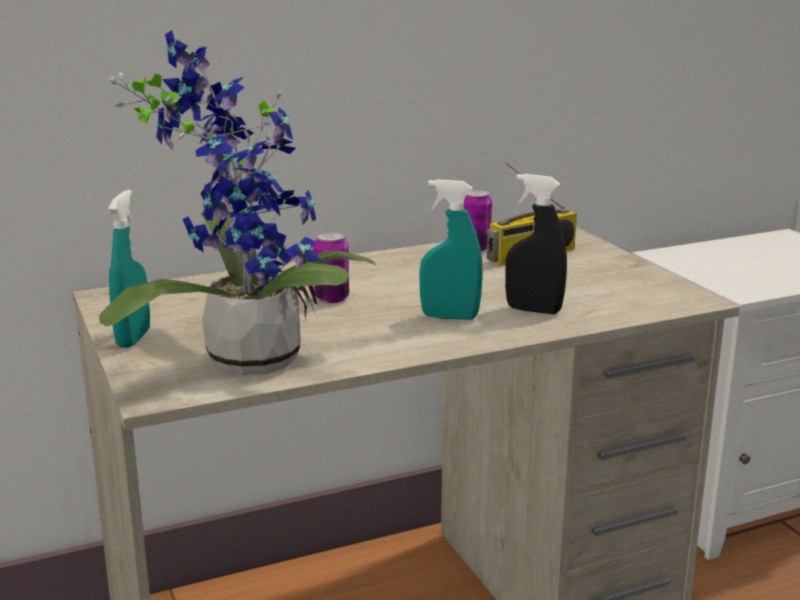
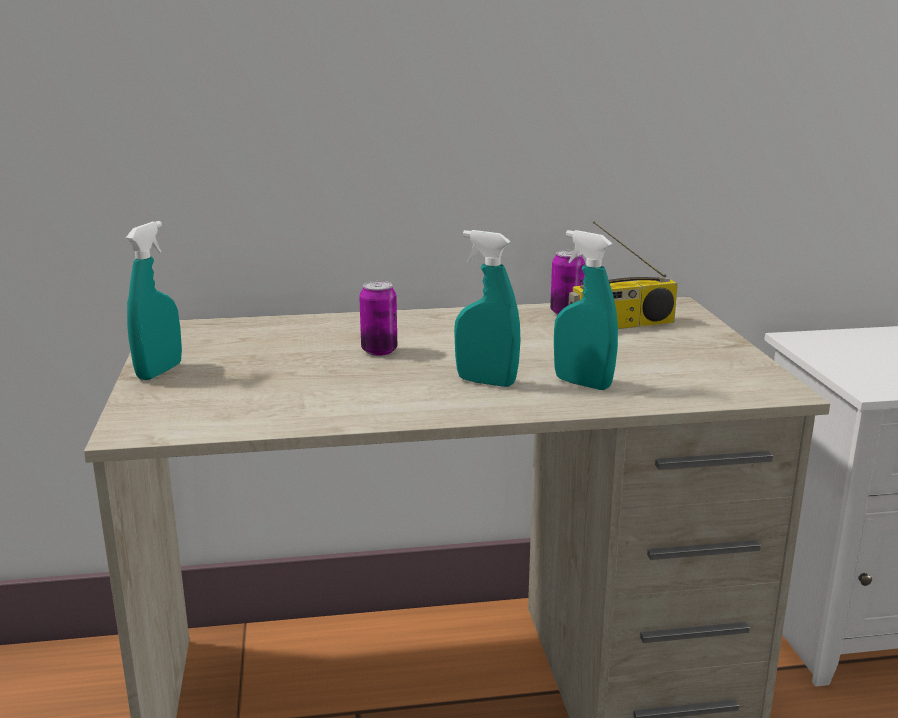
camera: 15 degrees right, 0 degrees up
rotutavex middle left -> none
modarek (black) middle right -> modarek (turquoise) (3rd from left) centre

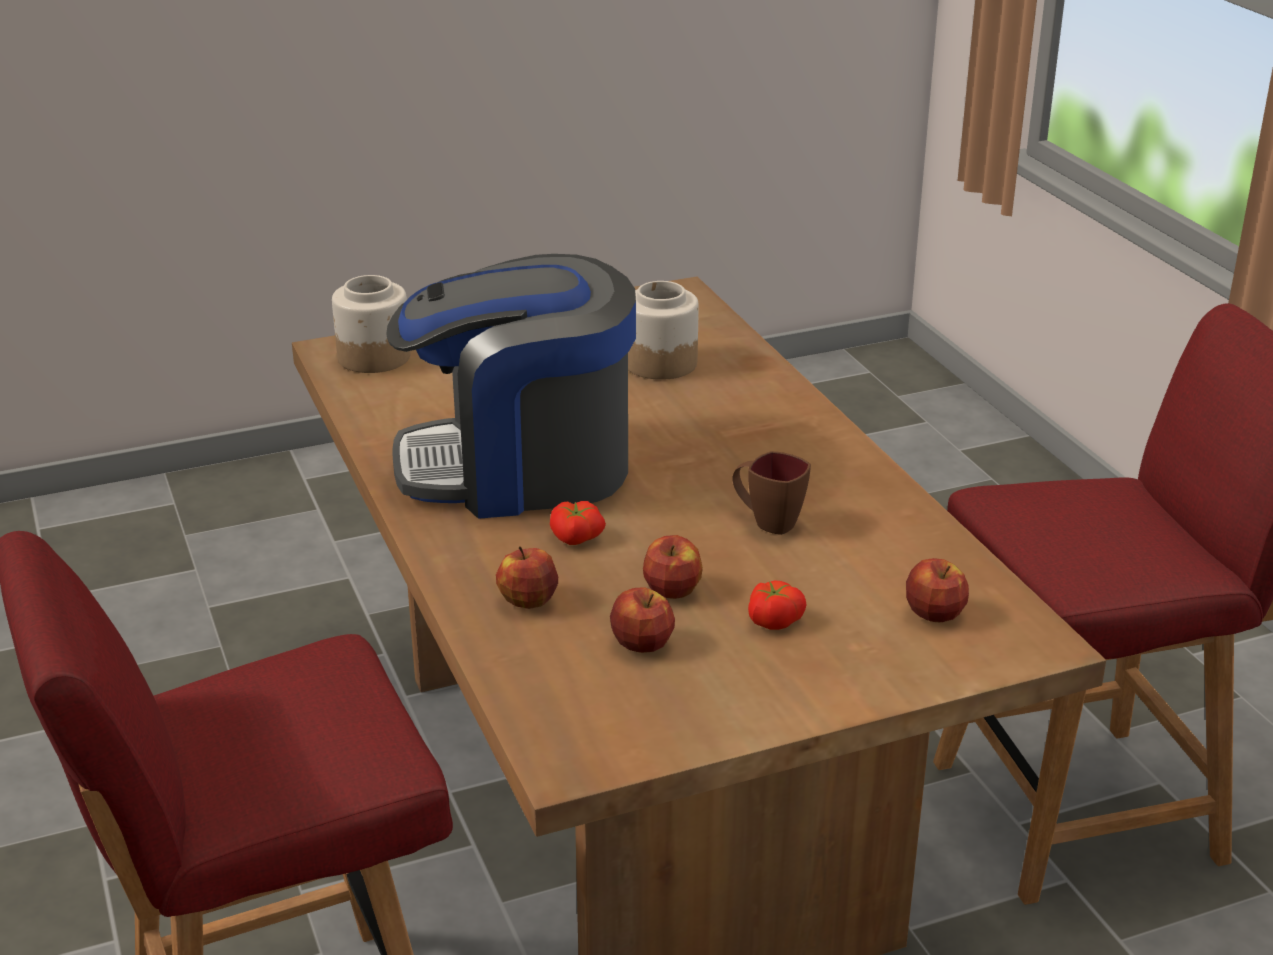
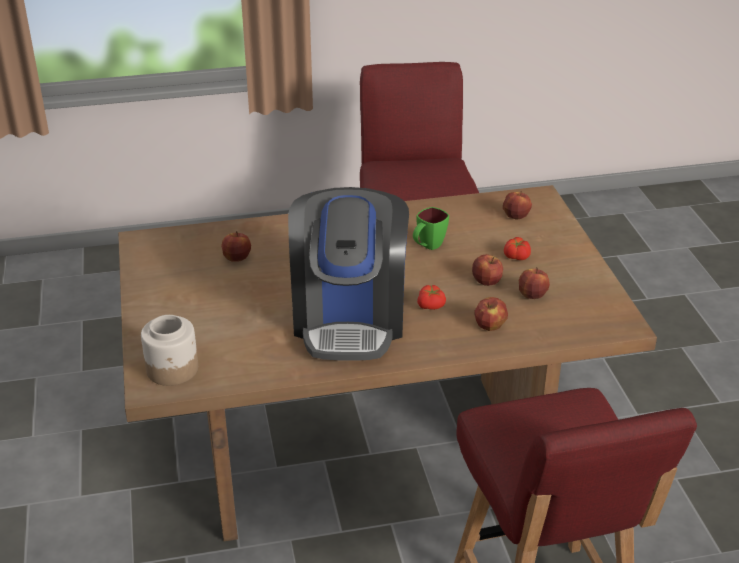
camera: 80 degrees left, 5 degrees up
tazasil (2nd from left) centre -> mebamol (1st from left) middle left
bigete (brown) centre -> bigete (green) centre

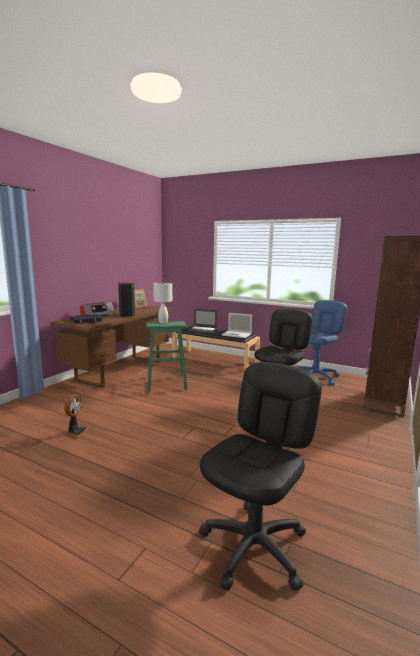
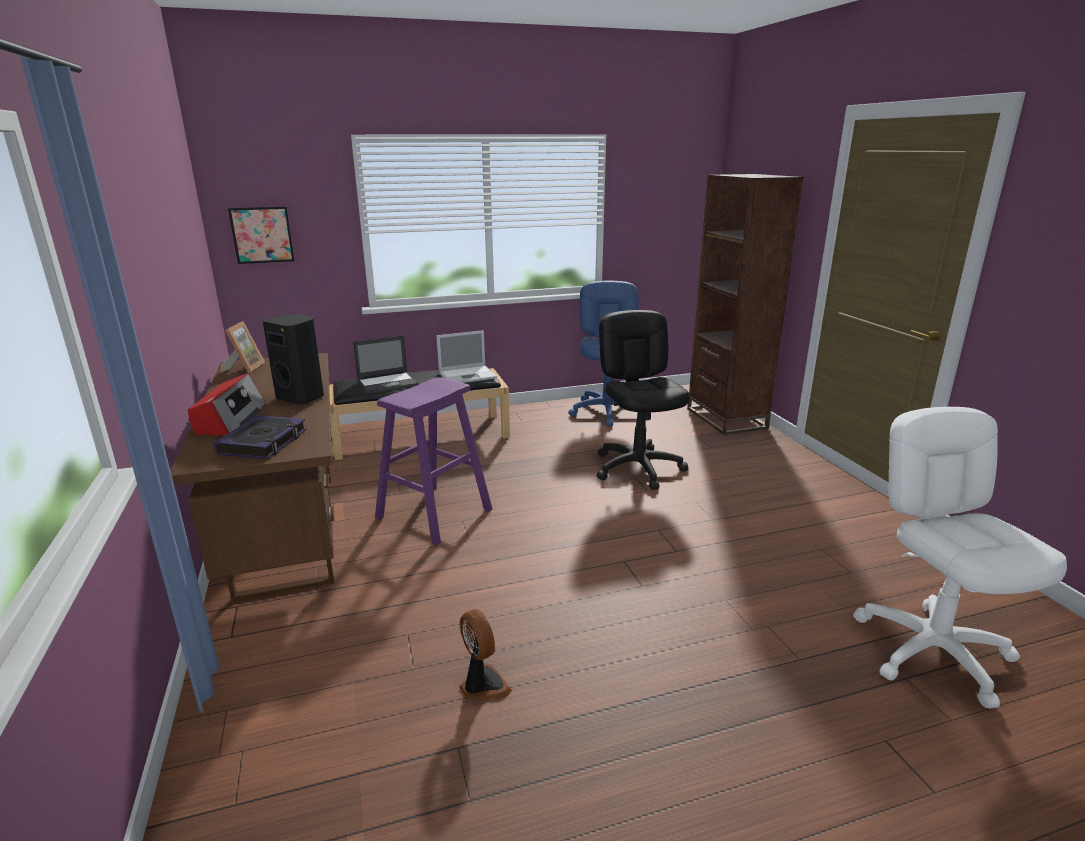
camera: 45 degrees left, 10 degrees up
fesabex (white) centre -> none
none -> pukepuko top left
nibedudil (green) centre -> nibedudil (purple) centre
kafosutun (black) (1st from left) bottom centre -> kafosutun (white) middle right

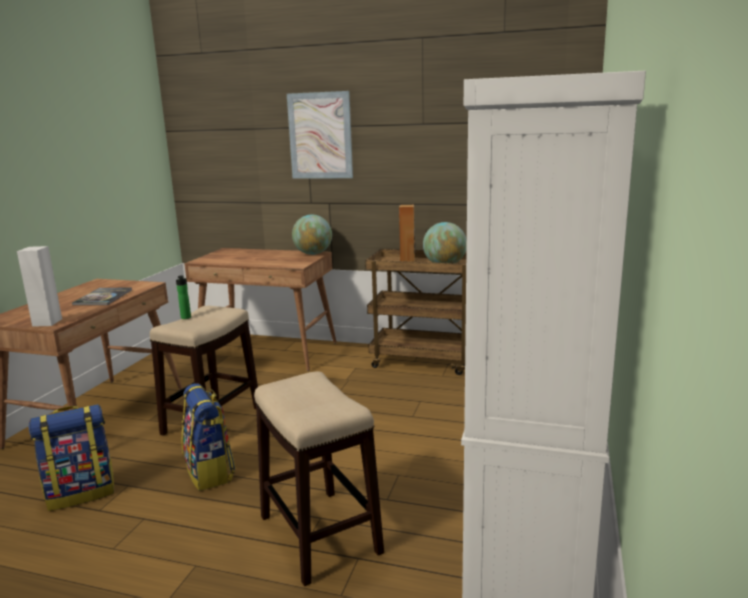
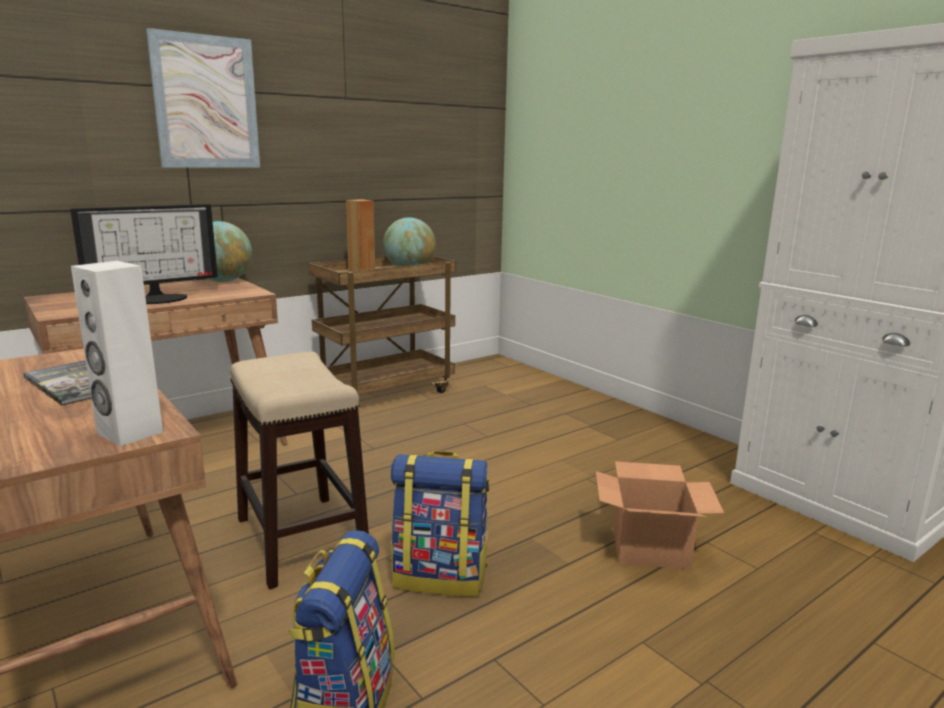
camera: 55 degrees left, 0 degrees up
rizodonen middle left -> none
none -> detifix middle left
nibedudil (2nd from left) bottom centre -> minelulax bottom right

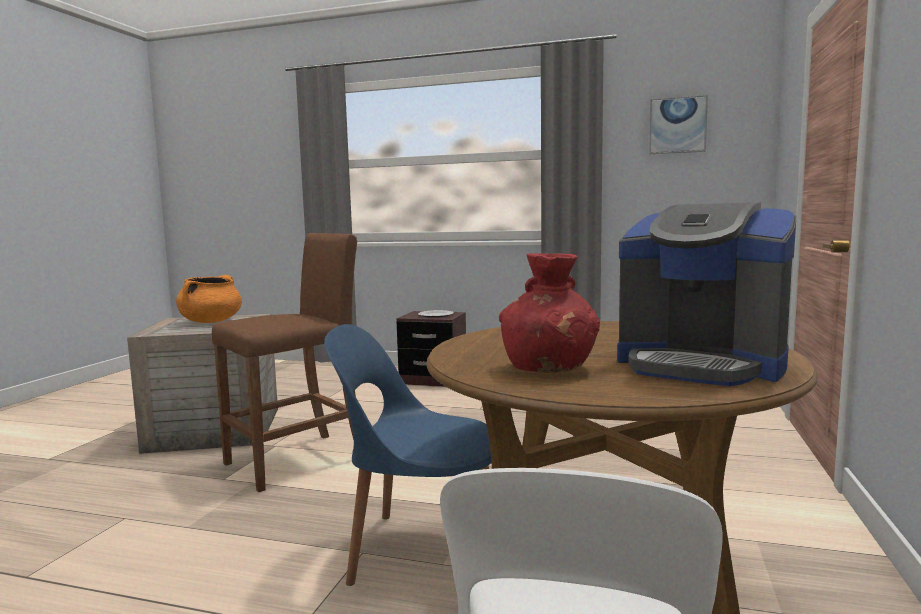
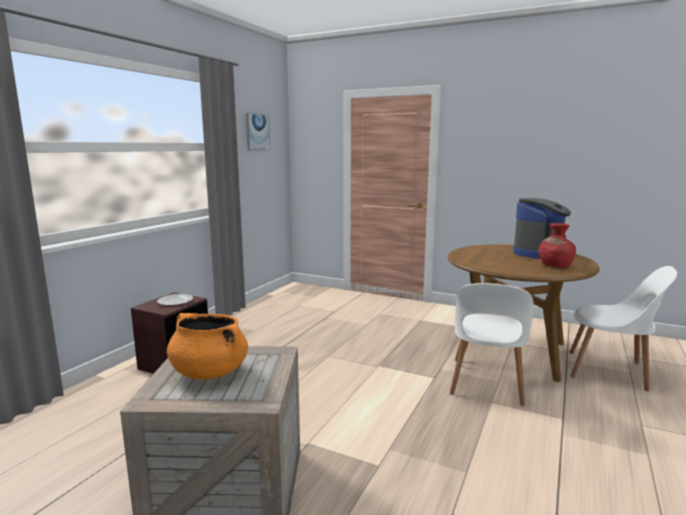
camera: 80 degrees left, 5 degrees up
nibedudil (brown) middle left -> none
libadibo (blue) bottom centre -> libadibo (white) (1st from left) bottom right

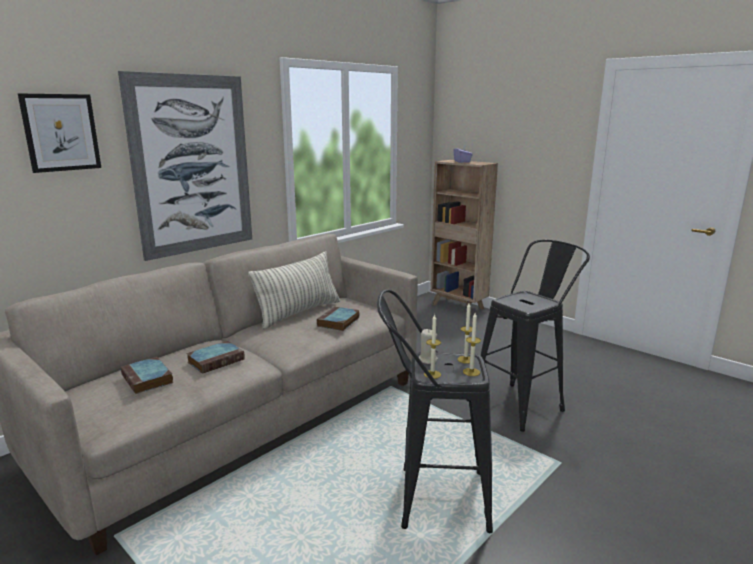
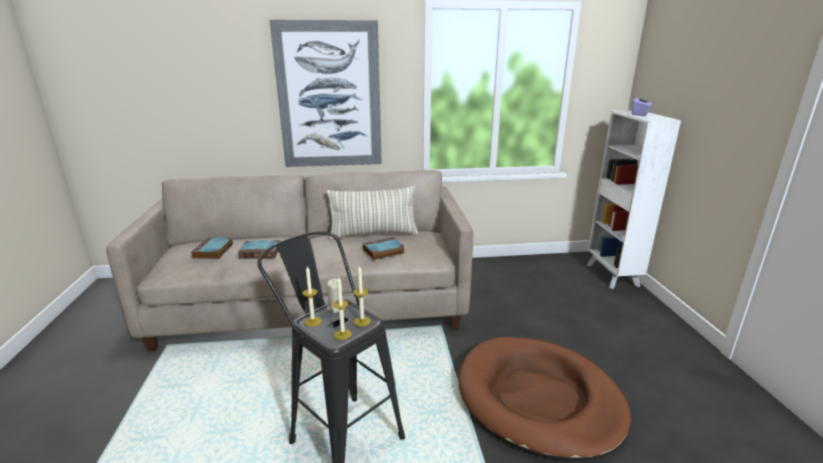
camera: 40 degrees right, 5 degrees up
pukepuko (1st from left) top left -> none
nibedudil (black) (2nd from left) middle right -> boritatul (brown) bottom centre
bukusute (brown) centre -> bukusute (white) middle right

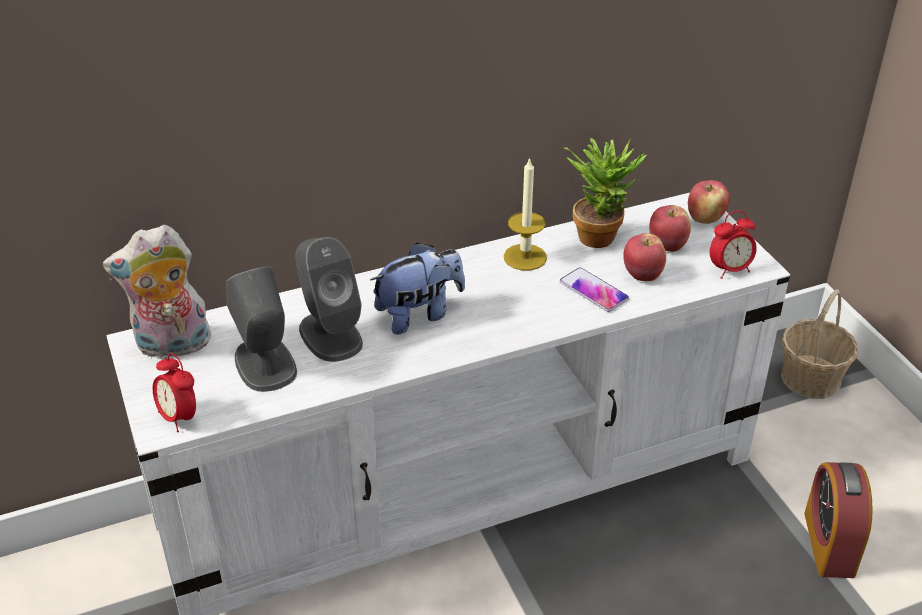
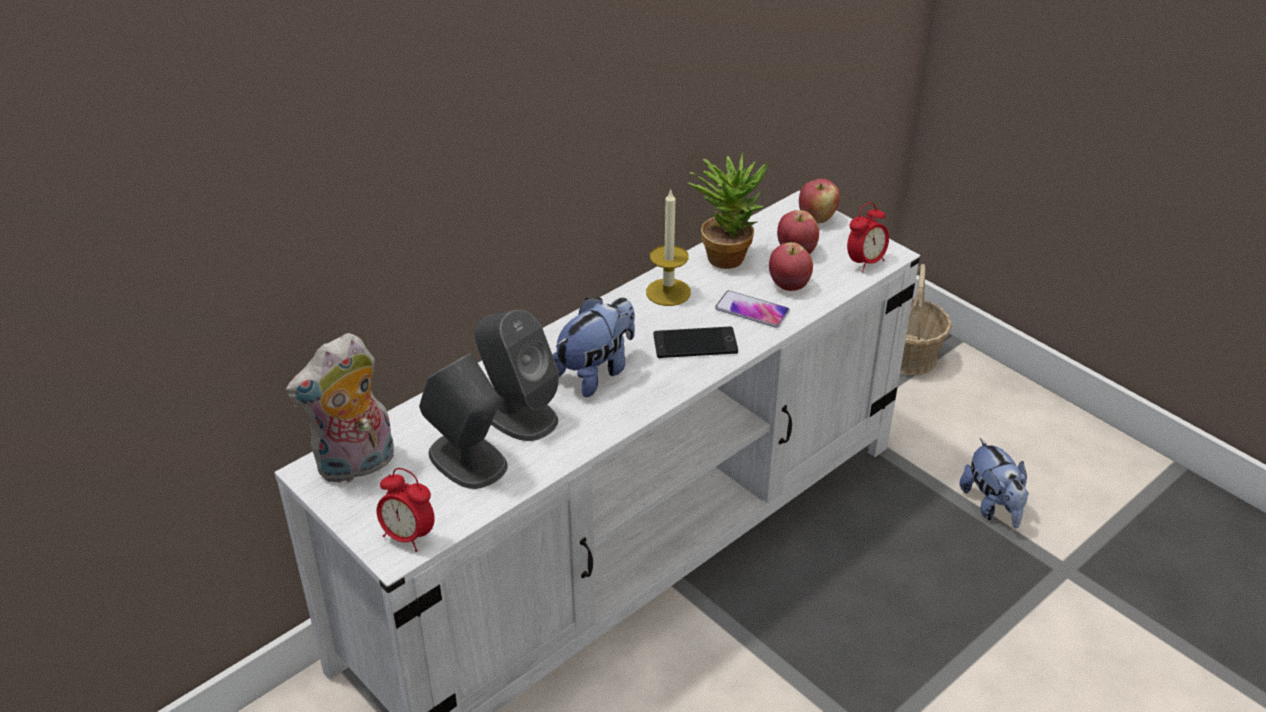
camera: 20 degrees left, 0 degrees up
none -> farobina (1st from left) centre
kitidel (3rd from left) bottom right -> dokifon (3rd from left) bottom right

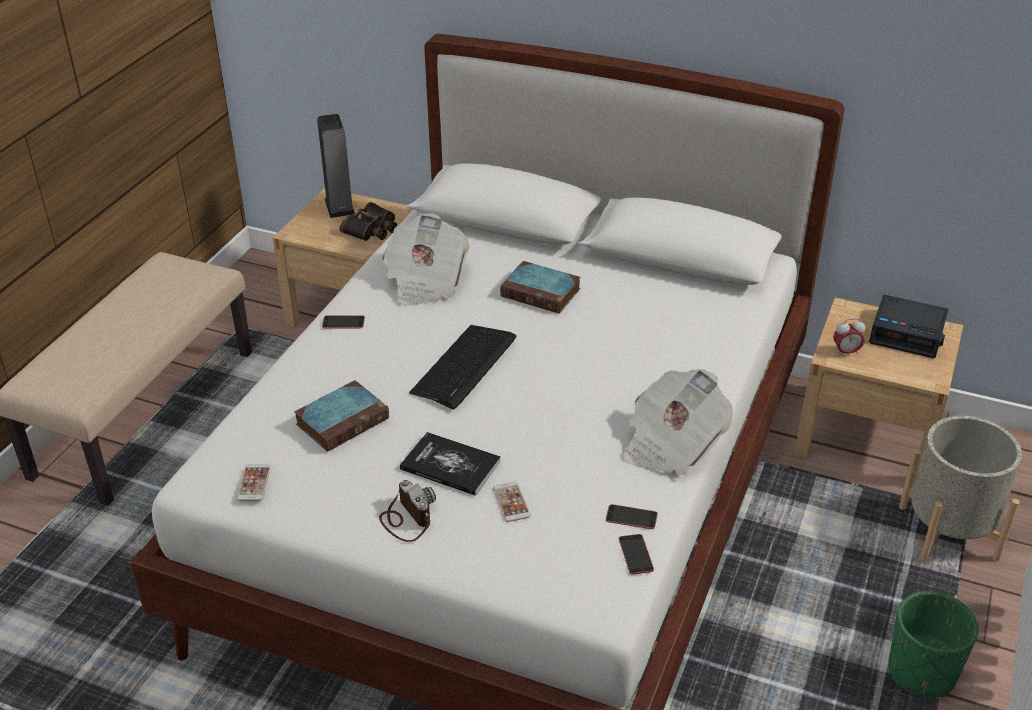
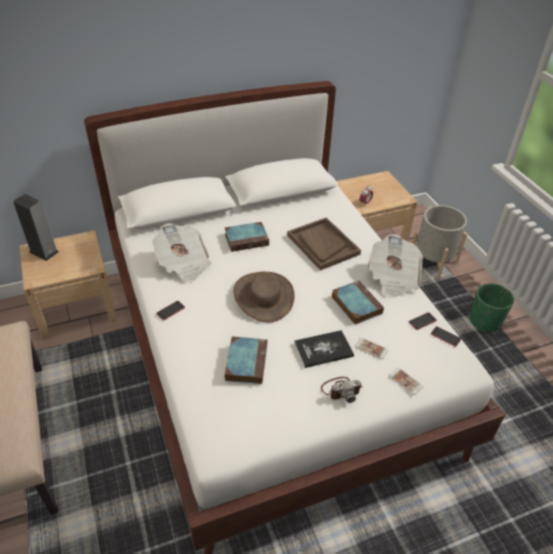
camera: 45 degrees left, 5 degrees up
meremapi top centre -> none
kitidel (2nd from left) middle right -> none
none -> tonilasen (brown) centre
none -> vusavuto (4th from left) centre
farobina (1st from left in the first image) bottom left -> farobina (3rd from left) bottom right, move
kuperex centre -> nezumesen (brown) centre
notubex bottom centre, 150 degrees clockwise

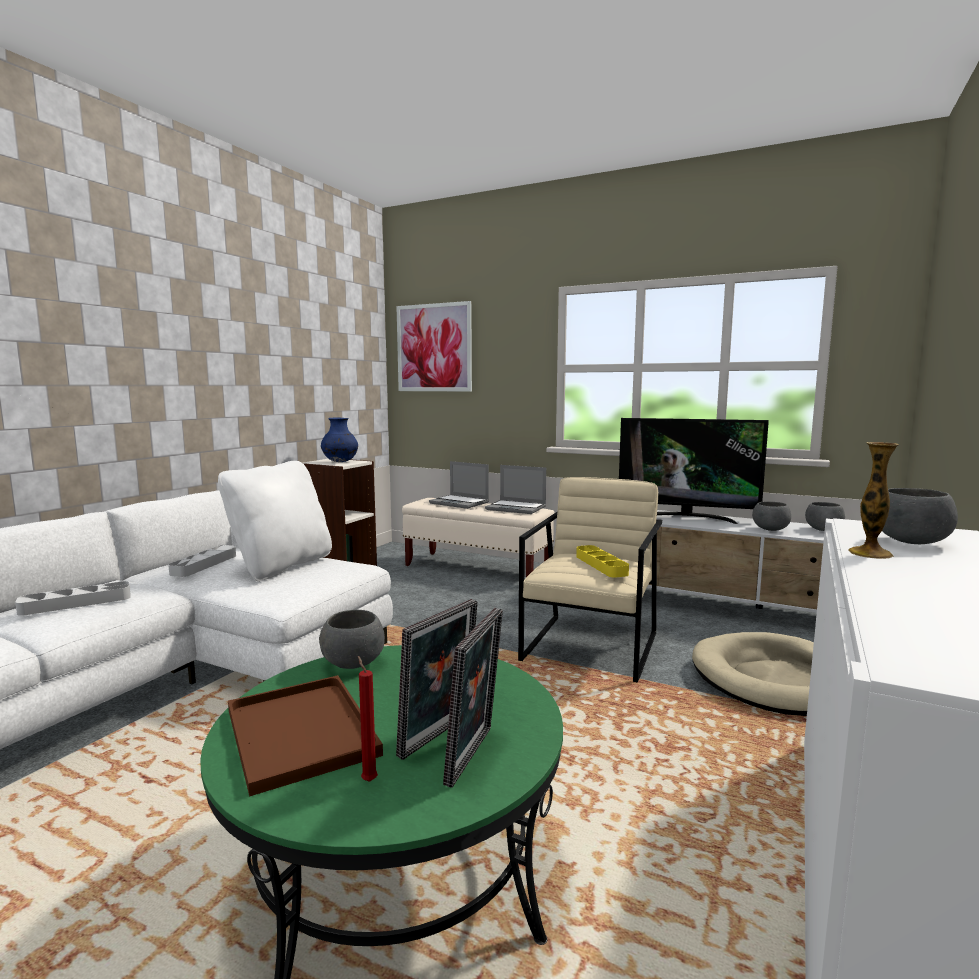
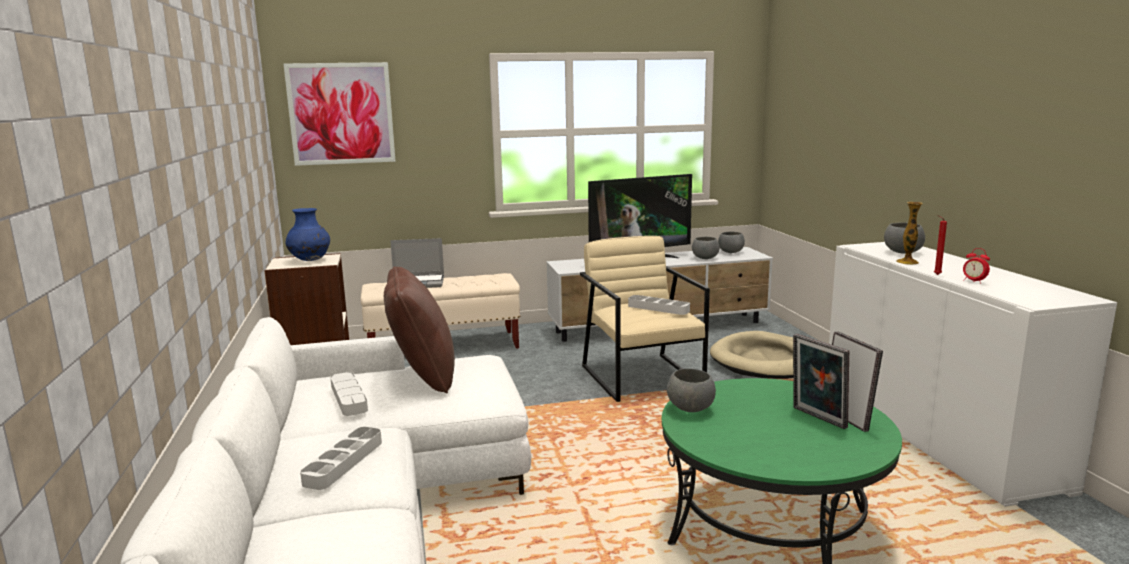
camera: 40 degrees left, 5 degrees up
tonilasen (brown) bottom left -> none
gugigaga (2nd from left) centre -> none
none -> kitidel middle right
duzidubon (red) bottom centre -> duzidubon (red) middle right, move
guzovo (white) middle left -> guzovo (brown) centre
tonilasen (yellow) centre -> tonilasen (grey) (3rd from left) centre
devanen (1st from left) bottom centre -> devanen (1st from left) bottom right, 150 degrees clockwise

